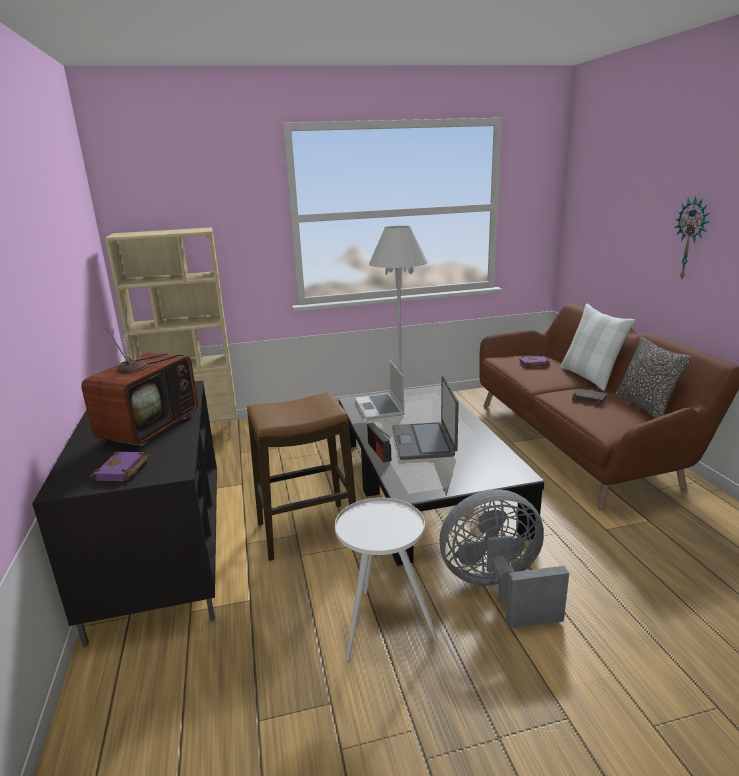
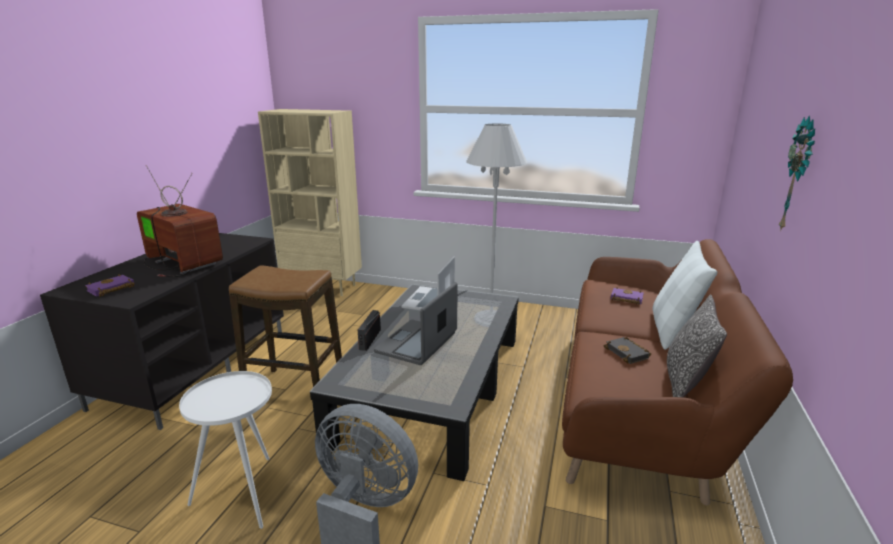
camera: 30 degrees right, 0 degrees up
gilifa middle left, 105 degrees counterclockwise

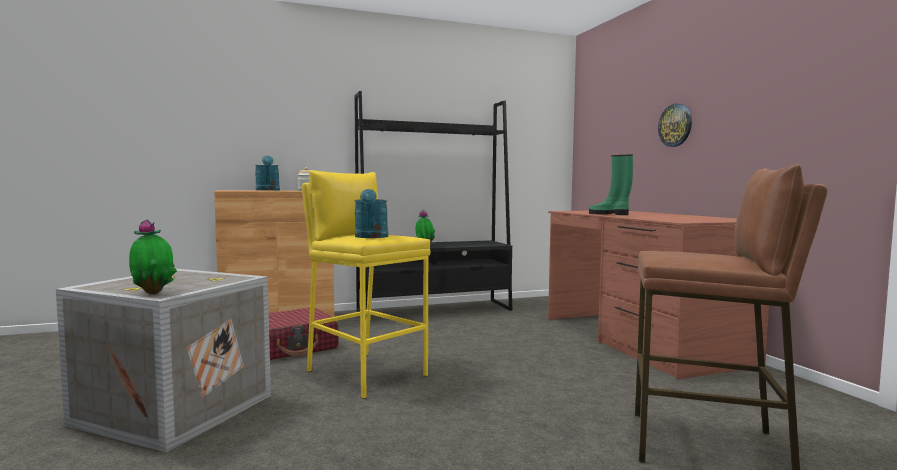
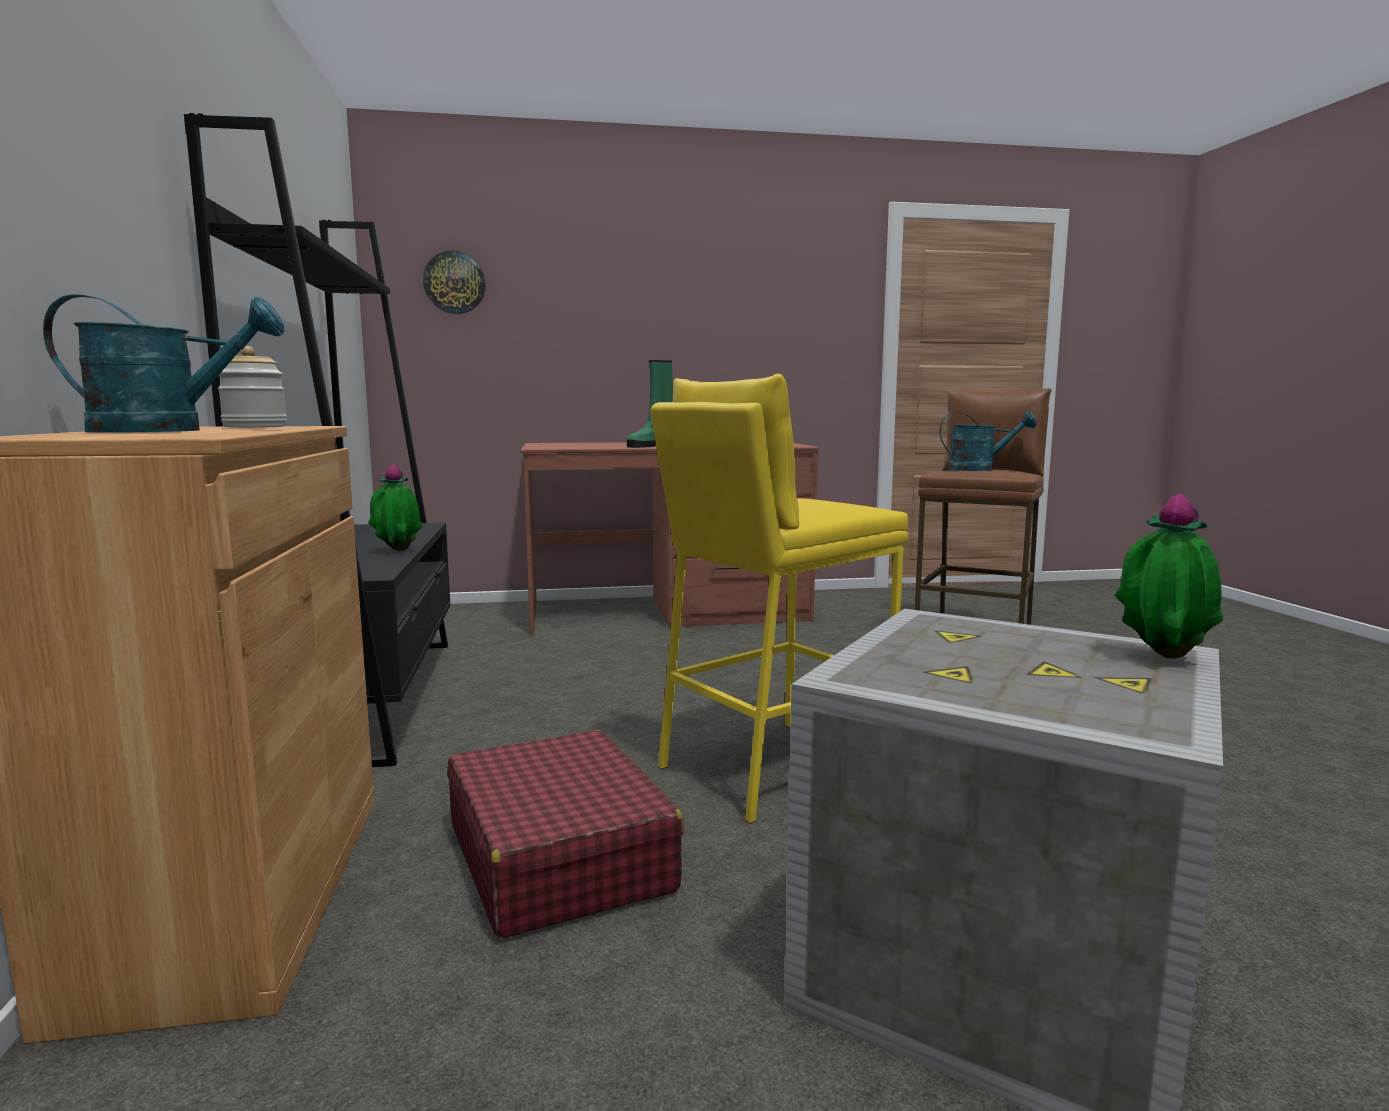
camera: 80 degrees left, 5 degrees up
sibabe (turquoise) (2nd from left) centre -> sibabe (turquoise) (2nd from left) middle right, move
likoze top right -> likoze top left, move

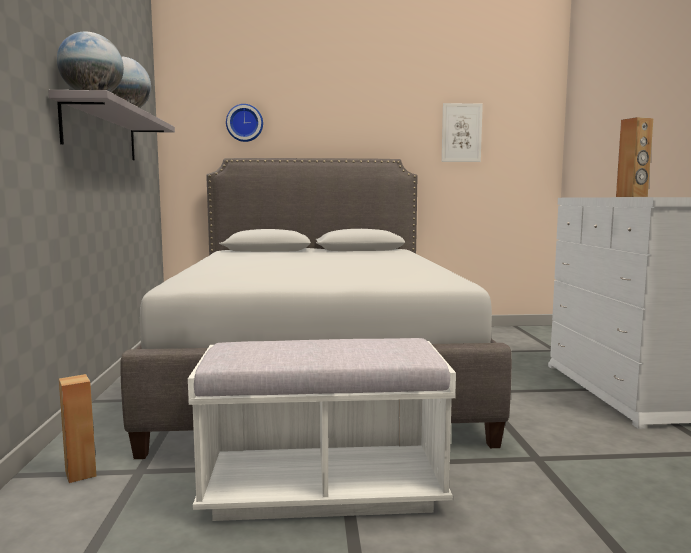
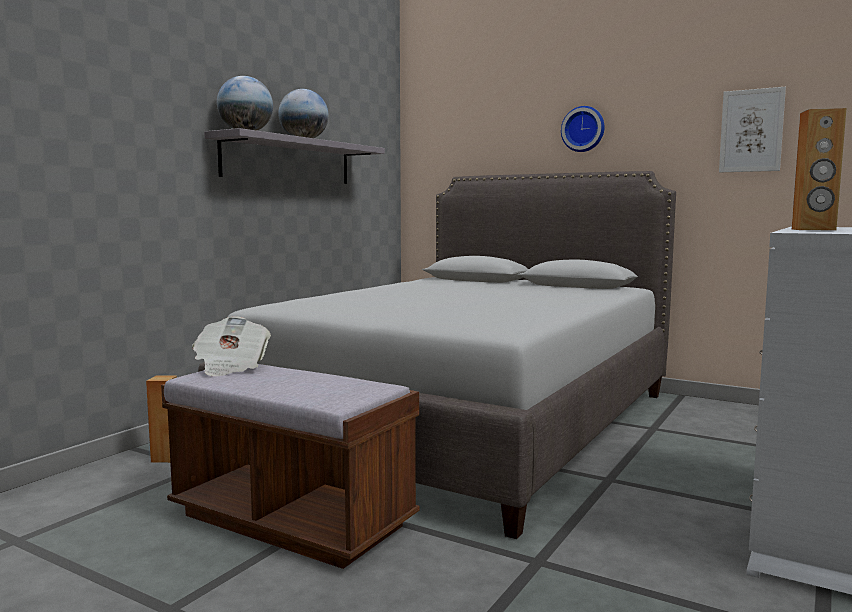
camera: 35 degrees right, 0 degrees up
none -> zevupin middle left
likoze top centre -> likoze top right, move
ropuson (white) bottom centre -> ropuson (brown) bottom centre

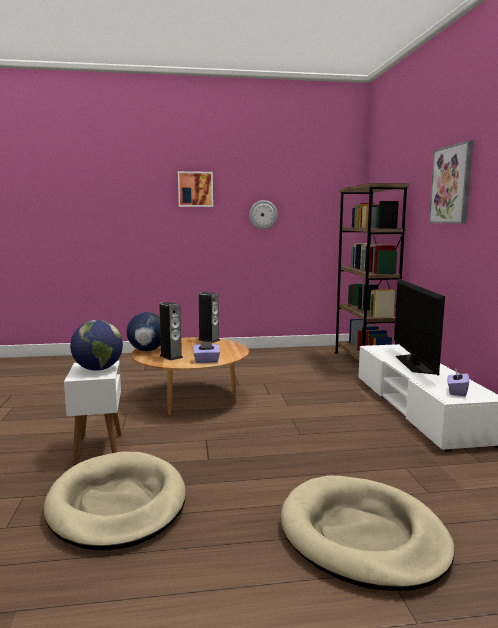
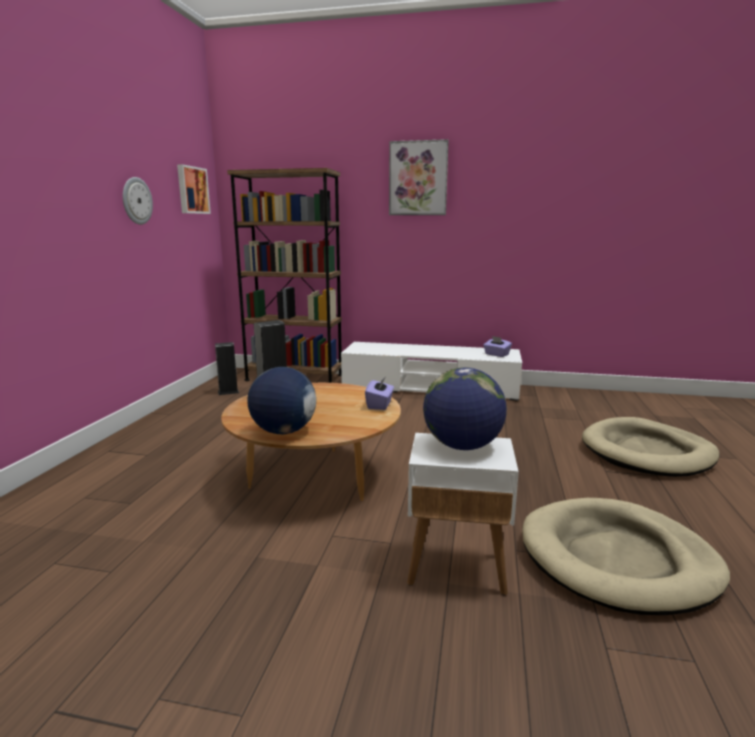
camera: 70 degrees left, 5 degrees up
gilifa middle right -> none
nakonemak (1st from left) centre -> nakonemak (1st from left) middle left, move
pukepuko (1st from left) top centre -> pukepuko (1st from left) top left, move

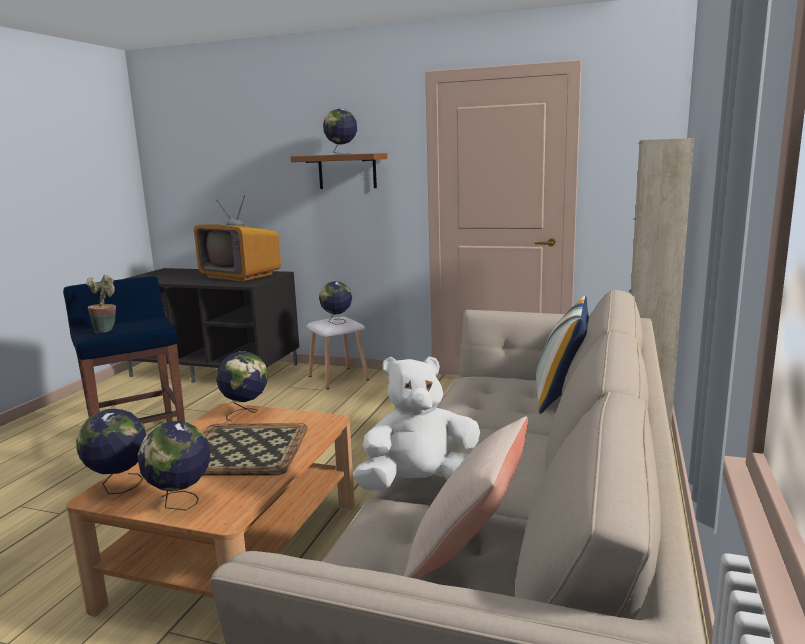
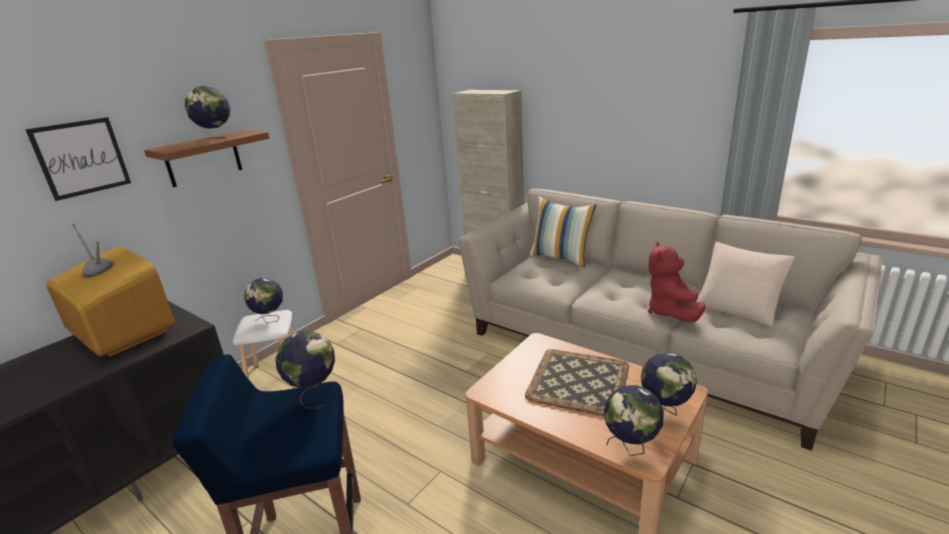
camera: 70 degrees left, 10 degrees up
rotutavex middle left -> none
none -> pukepuko top left
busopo (3rd from left) middle left -> busopo (3rd from left) bottom left, move
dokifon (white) centre -> dokifon (red) middle right
gilifa middle left, 105 degrees counterclockwise

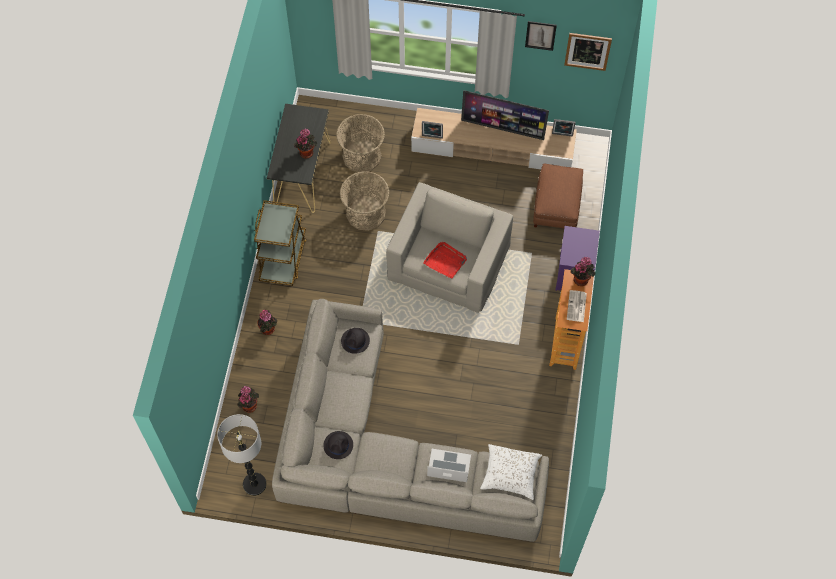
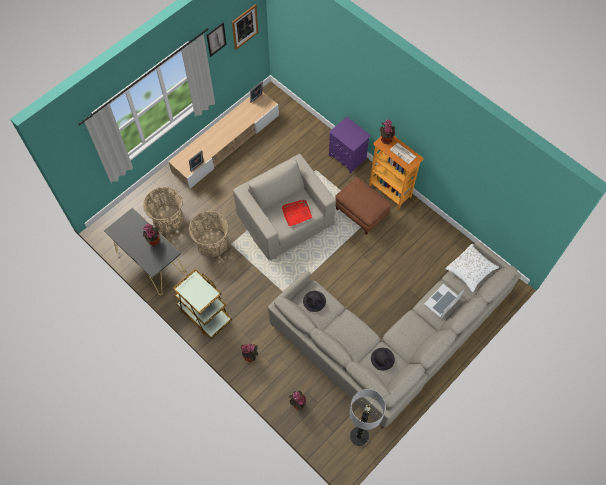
camera: 55 degrees left, 0 degrees up
gilifa top centre -> none
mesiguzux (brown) middle right -> mesiguzux (brown) centre, move

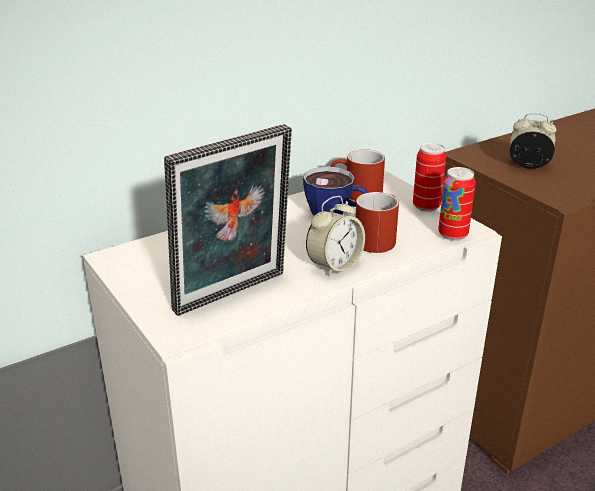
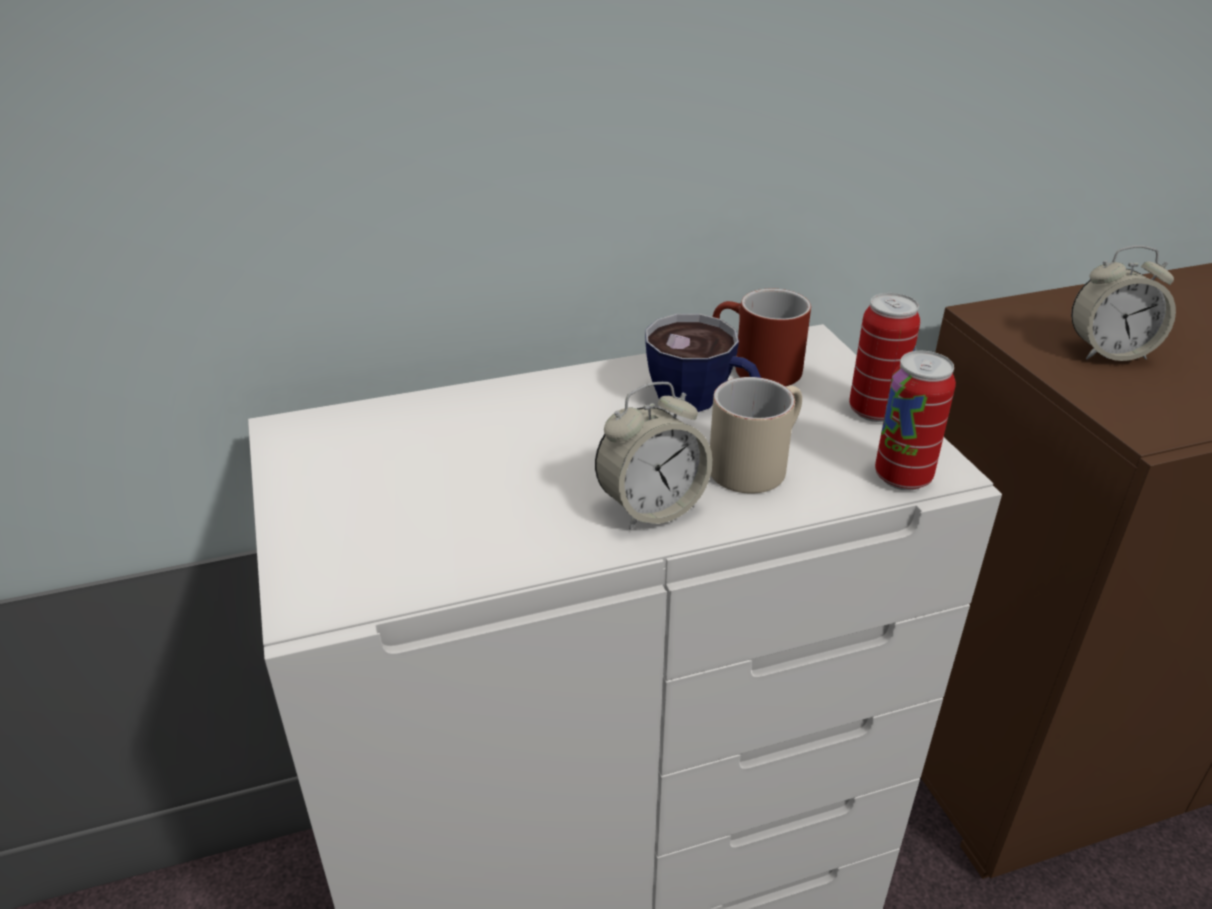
camera: 15 degrees right, 5 degrees up
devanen centre -> none
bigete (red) (2nd from left) centre -> bigete (beige) centre
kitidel (2nd from left) top right -> kitidel (2nd from left) middle right, 150 degrees clockwise

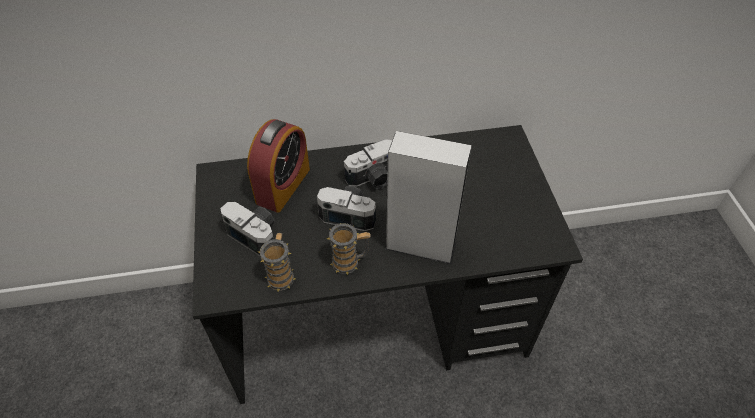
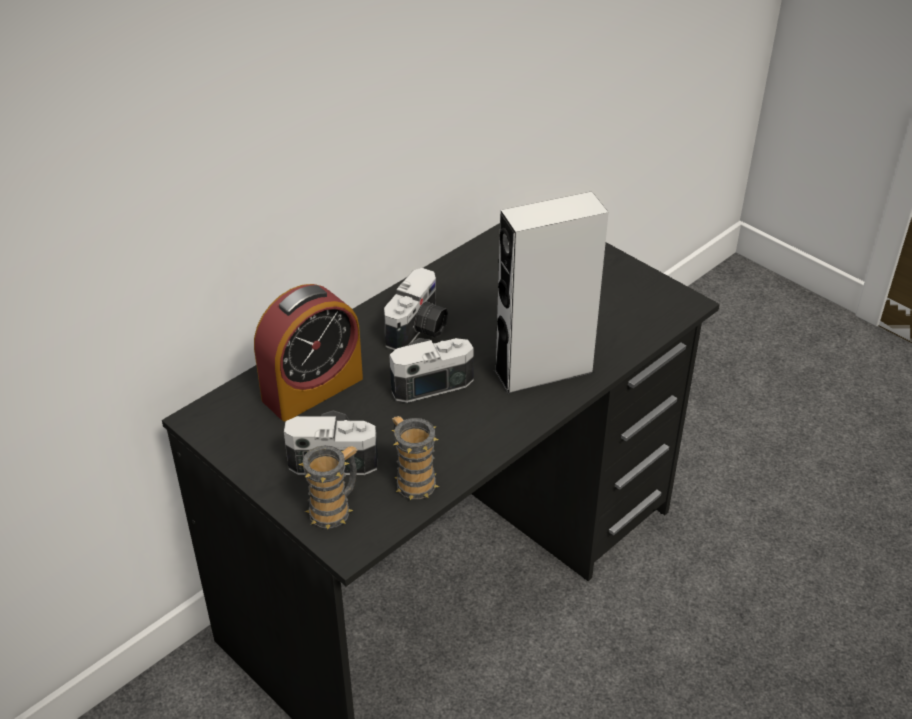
camera: 35 degrees left, 10 degrees down
bigete (2nd from left in the first image) centre -> bigete (1st from left) bottom centre, move
kitidel centre, 60 degrees clockwise

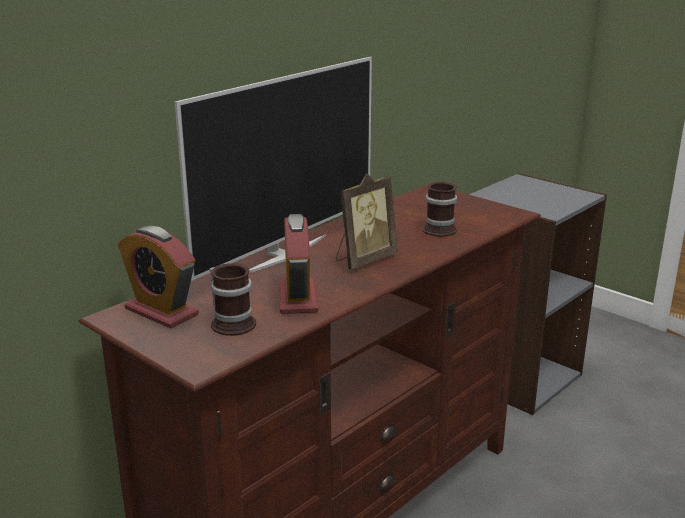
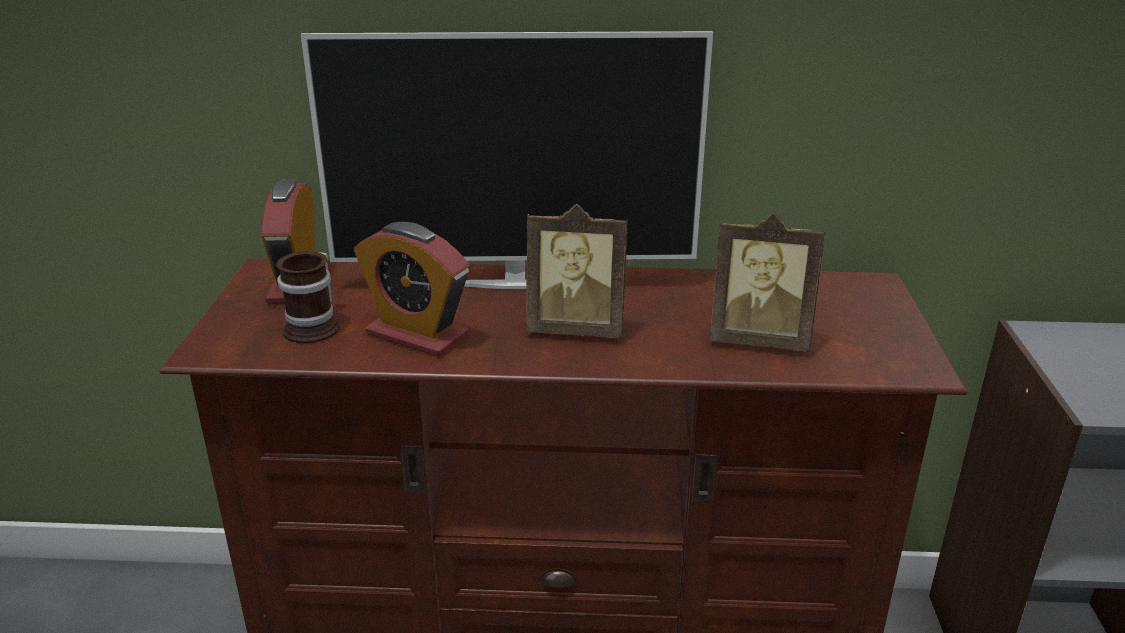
camera: 50 degrees right, 5 degrees up
bigete (2nd from left) centre -> devanen (2nd from left) middle right
kitidel (2nd from left) centre, 75 degrees clockwise

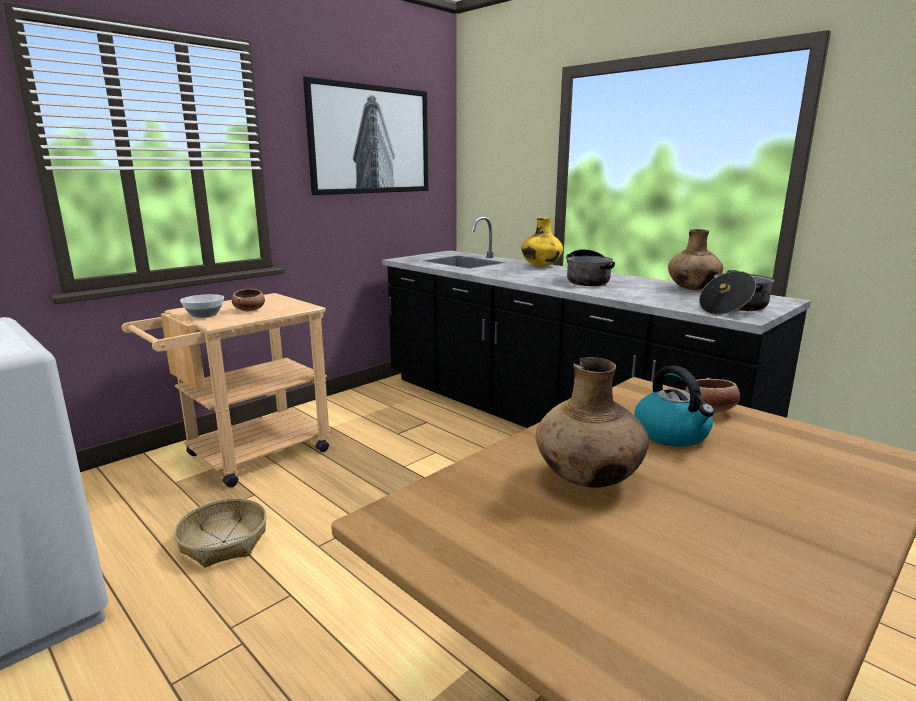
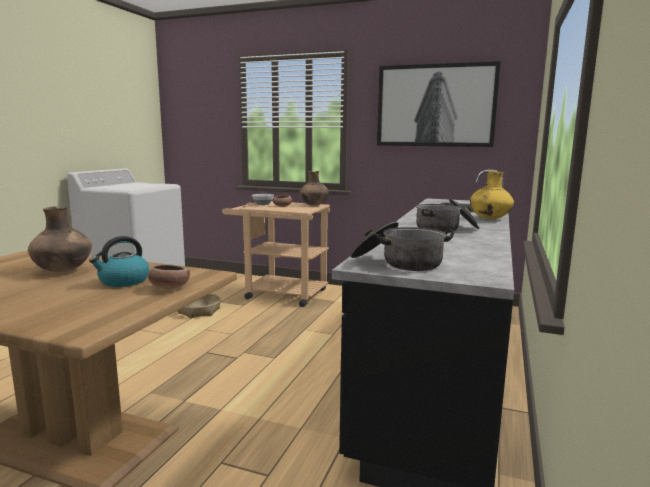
camera: 65 degrees right, 5 degrees down
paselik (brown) (2nd from left) middle right -> paselik (brown) (2nd from left) centre, move

